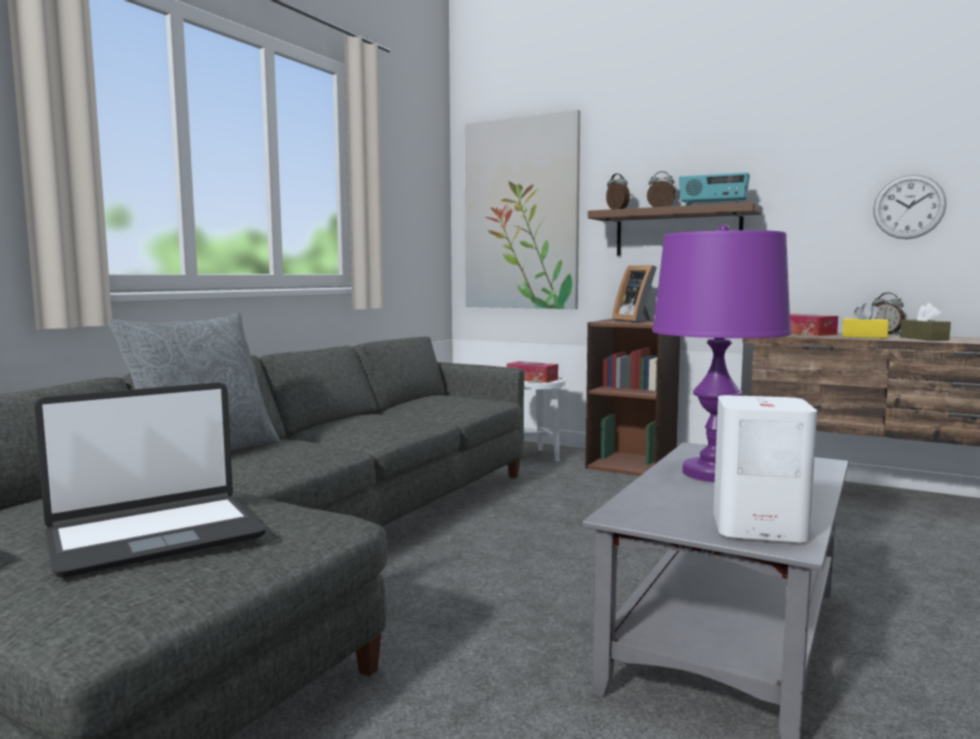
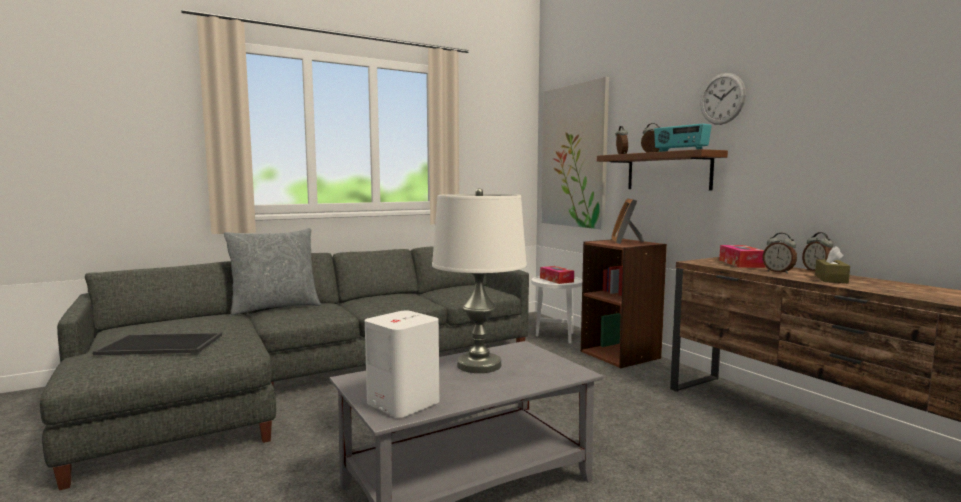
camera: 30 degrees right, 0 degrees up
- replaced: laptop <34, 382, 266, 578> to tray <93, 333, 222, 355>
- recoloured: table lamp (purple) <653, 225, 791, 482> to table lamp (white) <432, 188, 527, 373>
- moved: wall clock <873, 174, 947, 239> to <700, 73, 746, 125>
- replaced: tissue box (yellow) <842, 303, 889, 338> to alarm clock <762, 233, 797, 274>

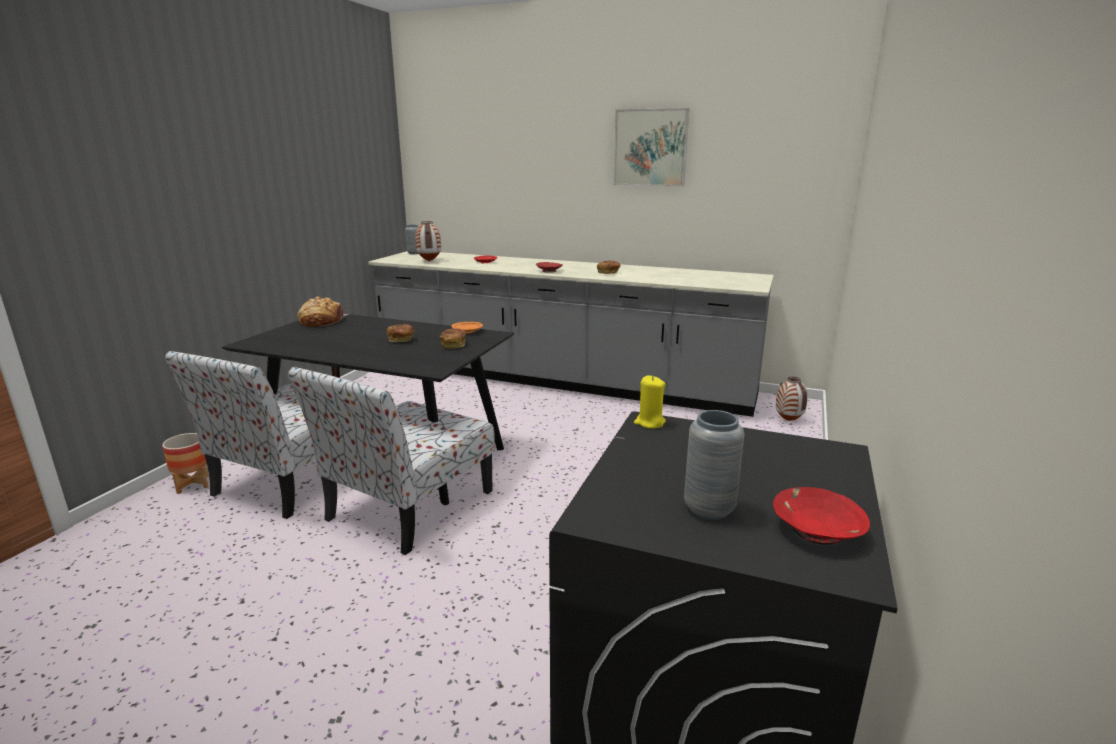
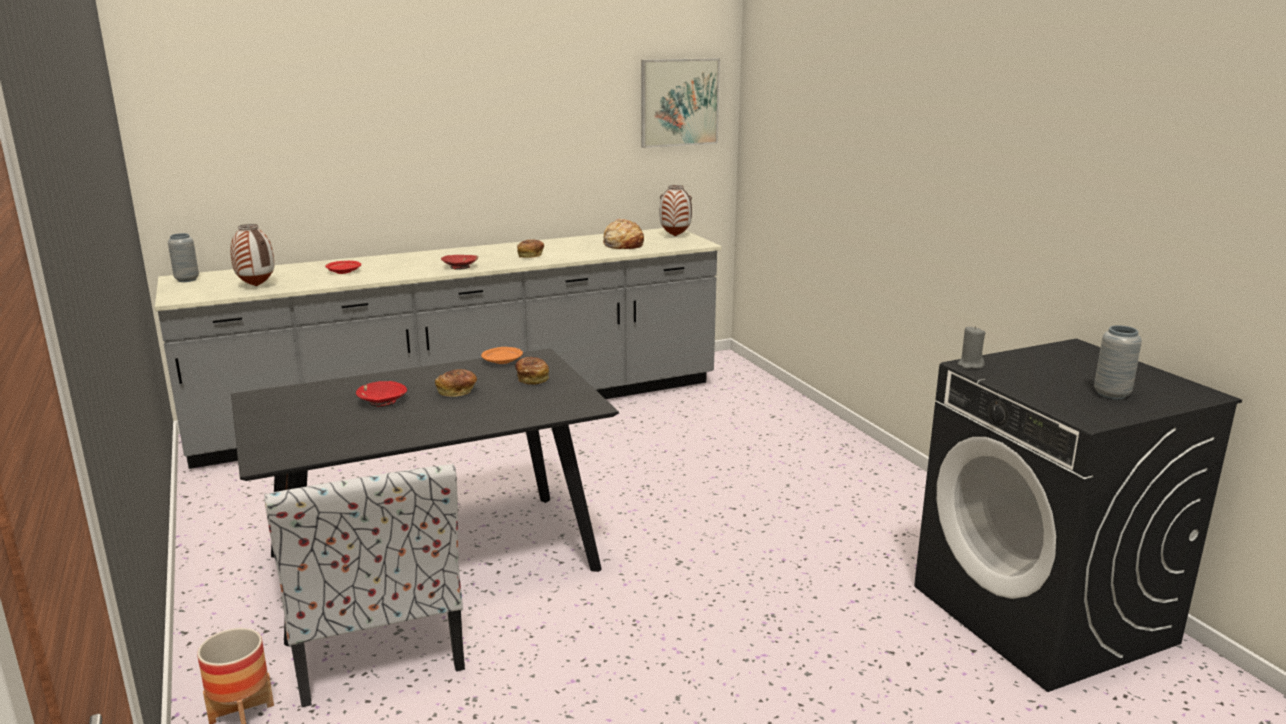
camera: 45 degrees left, 0 degrees up
- moved: bowl (red) <773, 487, 870, 545> to <356, 381, 407, 407>
- moved: bread <298, 297, 348, 327> to <603, 219, 644, 249>
- moved: picture <613, 108, 689, 187> to <641, 58, 720, 148>
- moved: vase <776, 377, 808, 421> to <660, 185, 692, 236>
- recoloured: candle (yellow) <634, 375, 666, 428> to candle (grey) <958, 326, 985, 369>
- removed: chair <288, 367, 495, 555>

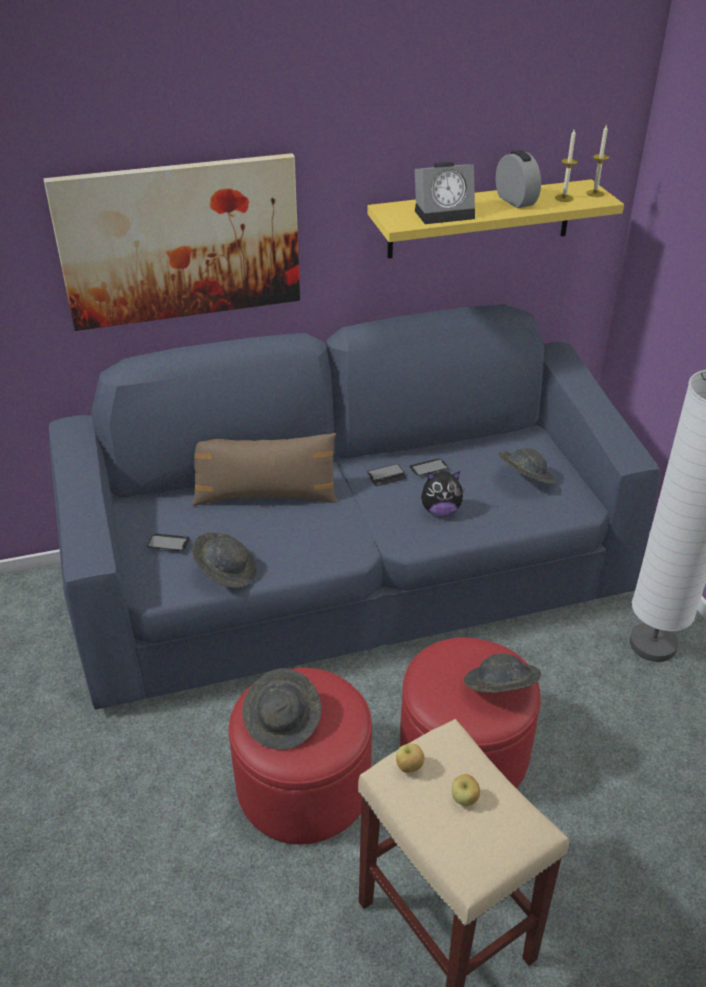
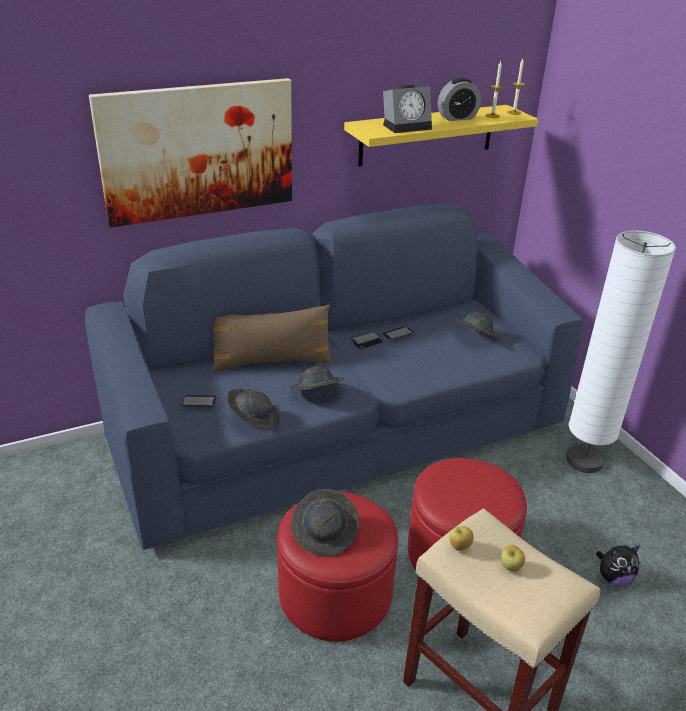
camera: 10 degrees left, 5 degrees down
- moved: hat (grey) <464, 653, 541, 692> to <289, 366, 344, 391>
- turned: alarm clock <496, 150, 541, 208> = <438, 78, 481, 121> 105 degrees clockwise
- moved: plush toy <421, 471, 464, 516> to <596, 545, 640, 585>

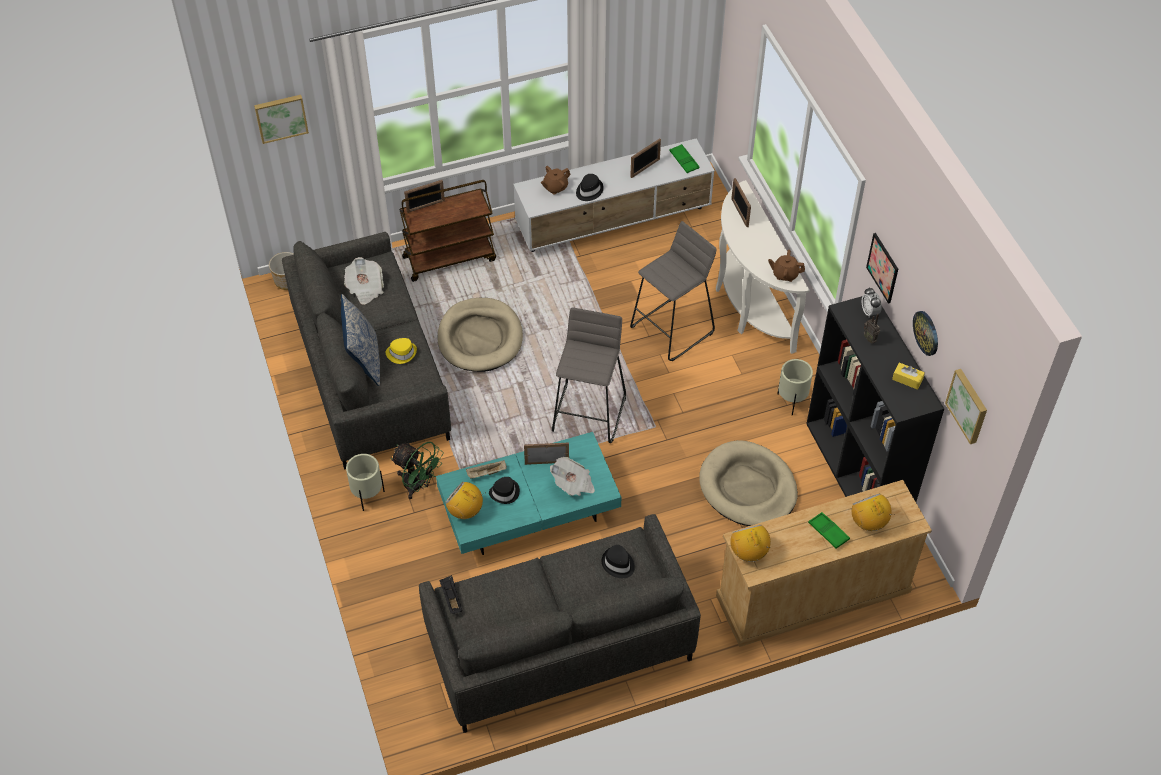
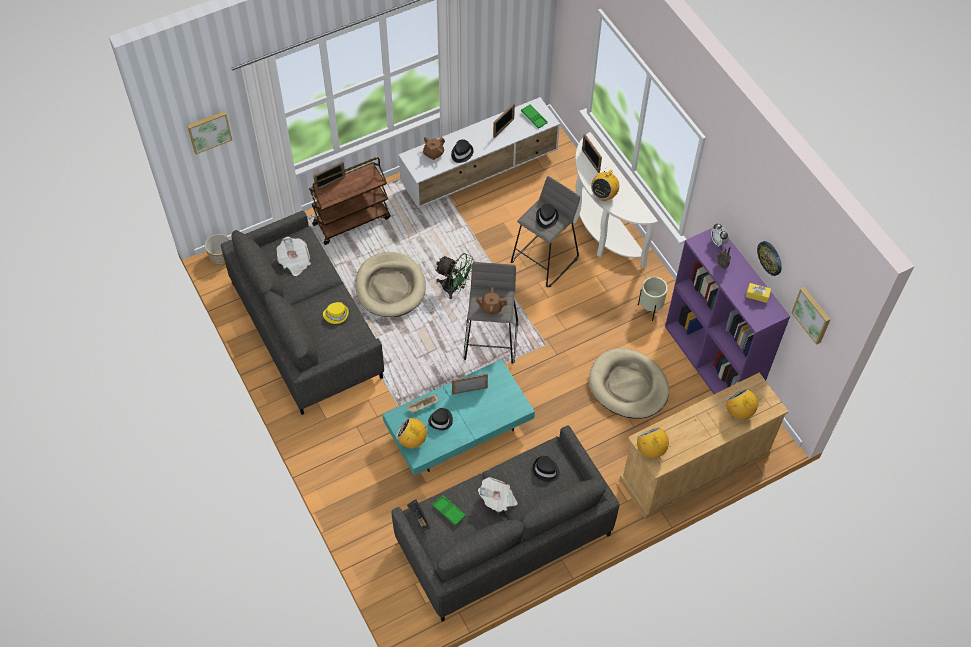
camera: 10 degrees left, 5 degrees up
- moved: tray (green) <808, 512, 850, 549> to <432, 495, 466, 526>
- moved: fan (green) <390, 442, 444, 499> to <435, 253, 474, 299>
- moved: teapot (brown) <768, 250, 805, 282> to <476, 287, 507, 314>
- moved: newspaper <550, 457, 595, 496> to <478, 477, 518, 512>
- added: hat (black) <536, 204, 559, 229>
- added: radio <591, 169, 619, 201>
- recoloured: bookcase (black) <806, 296, 944, 502> to bookcase (purple) <665, 227, 790, 394>
- removed: pillow <341, 294, 380, 386>
- removed: planter (beige) <346, 454, 385, 511>
- removed: picture <866, 233, 898, 304>

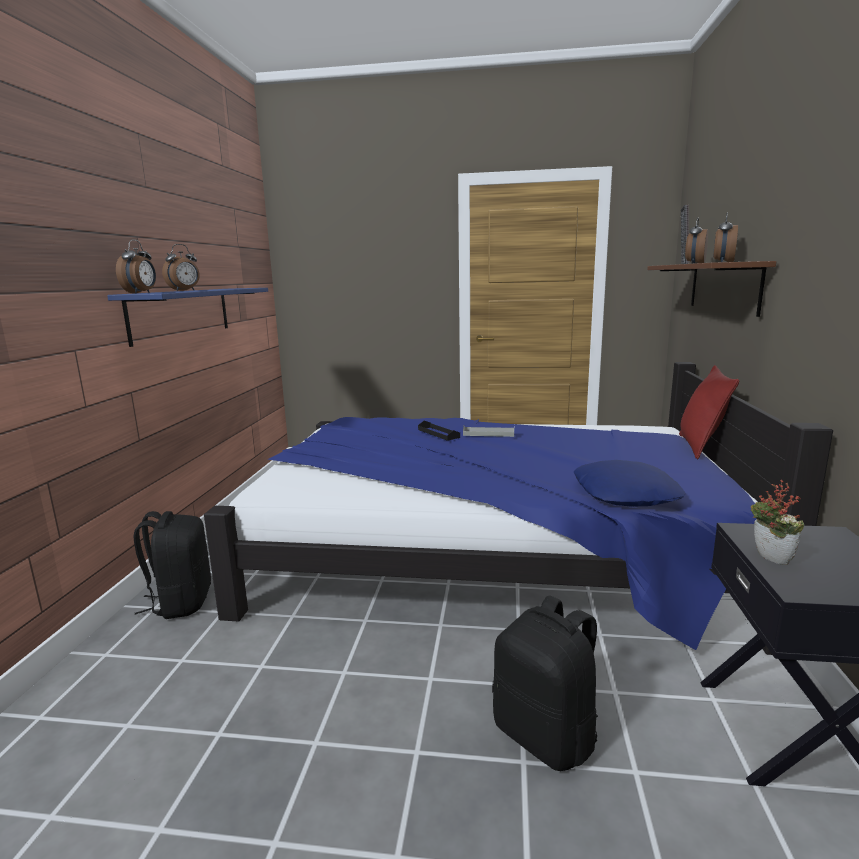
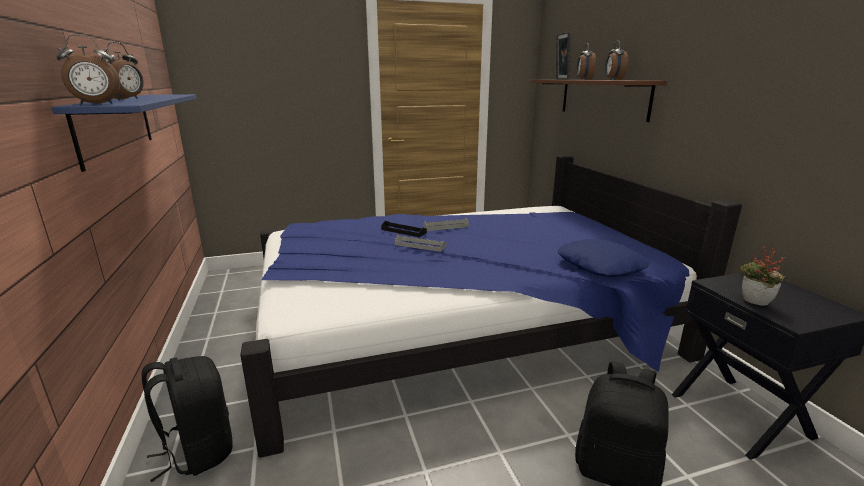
camera: 25 degrees left, 5 degrees up
- turned: alarm clock <116, 240, 156, 294> = <57, 34, 120, 105> 75 degrees clockwise
- added: tray (grey) <395, 235, 446, 252>
- removed: pillow (red) <679, 365, 739, 459>

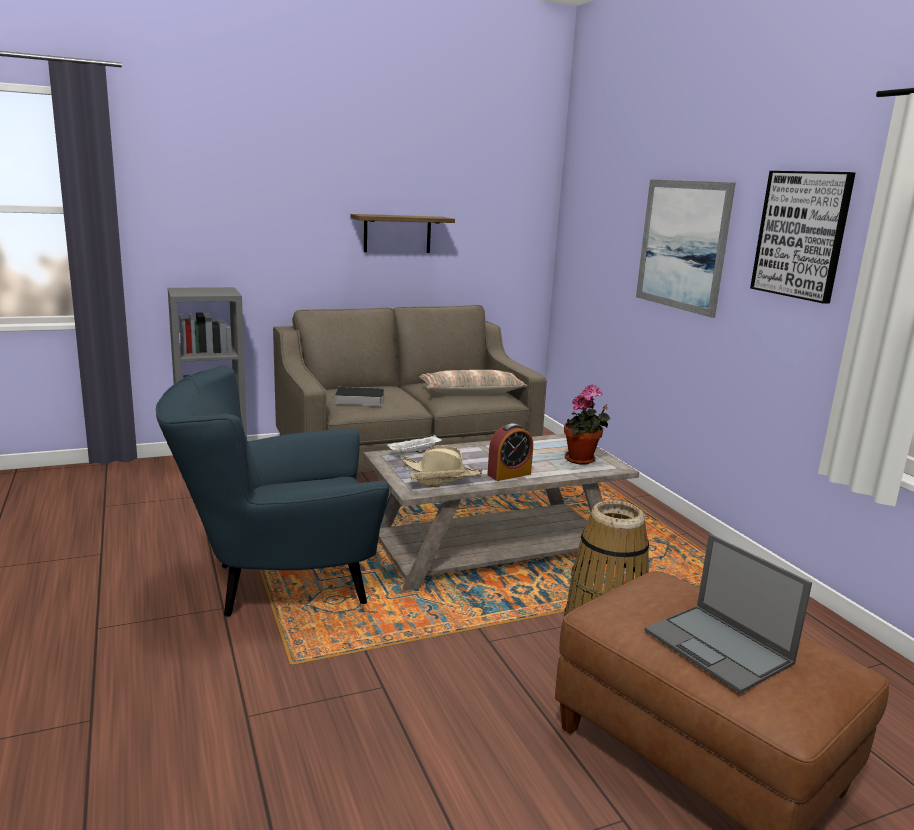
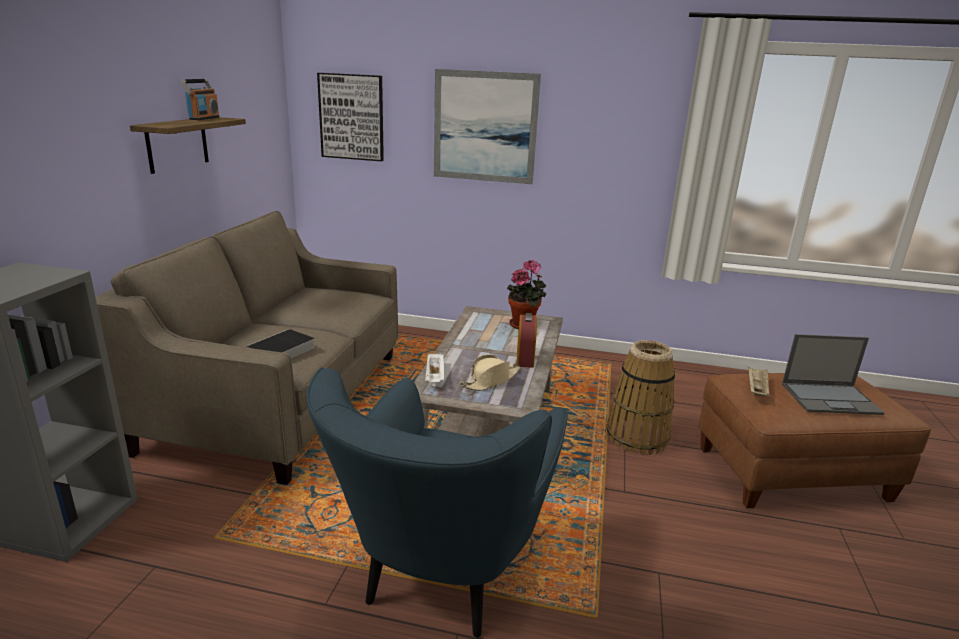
camera: 55 degrees left, 5 degrees up
- added: radio <180, 79, 220, 120>
- moved: picture <750, 171, 855, 304> to <317, 73, 384, 161>
- moved: tray (beige) <409, 467, 474, 487> to <748, 367, 769, 397>
- removed: pillow <419, 370, 527, 394>

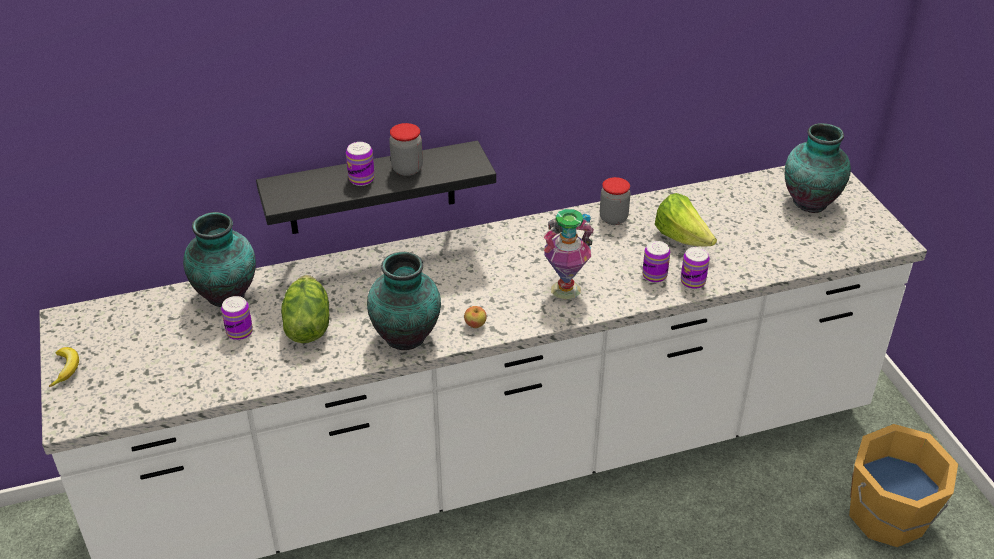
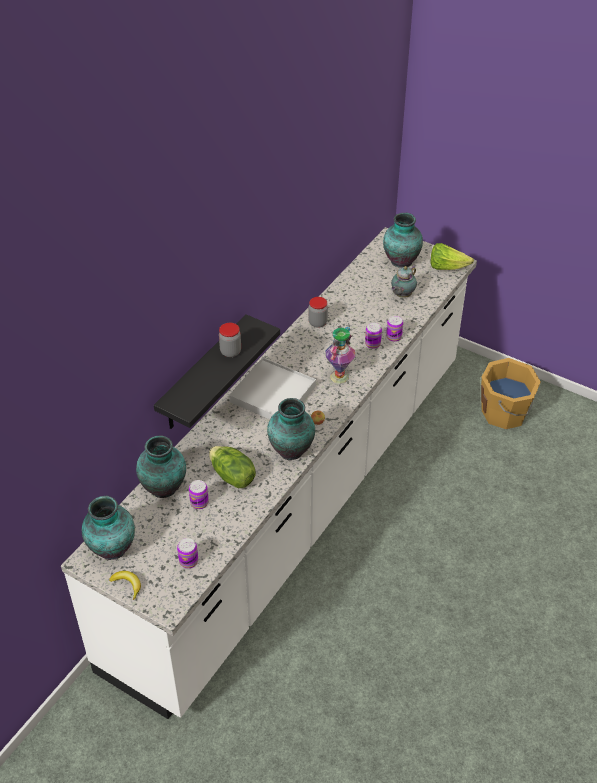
camera: 40 degrees left, 5 degrees up
- added: vase <82, 496, 135, 560>
- moved: can <346, 142, 375, 186> to <177, 538, 198, 568>
- added: tray (white) <229, 358, 316, 419>
- added: teapot <391, 265, 417, 298>
- moved: lettuce <655, 193, 717, 246> to <431, 243, 474, 270>

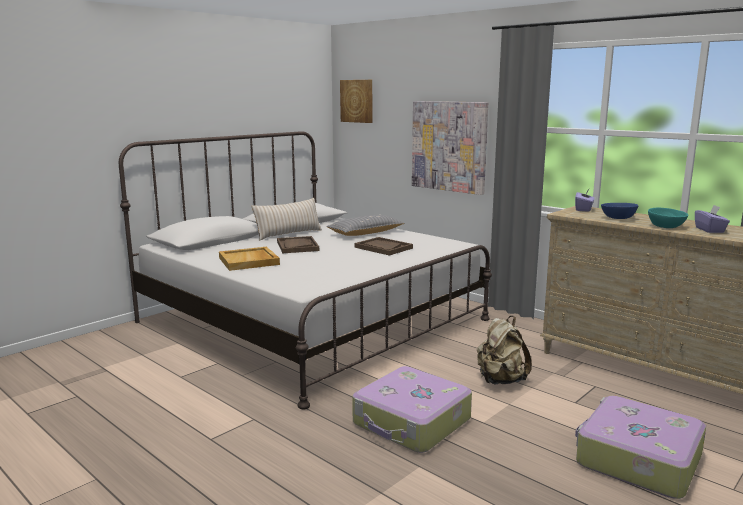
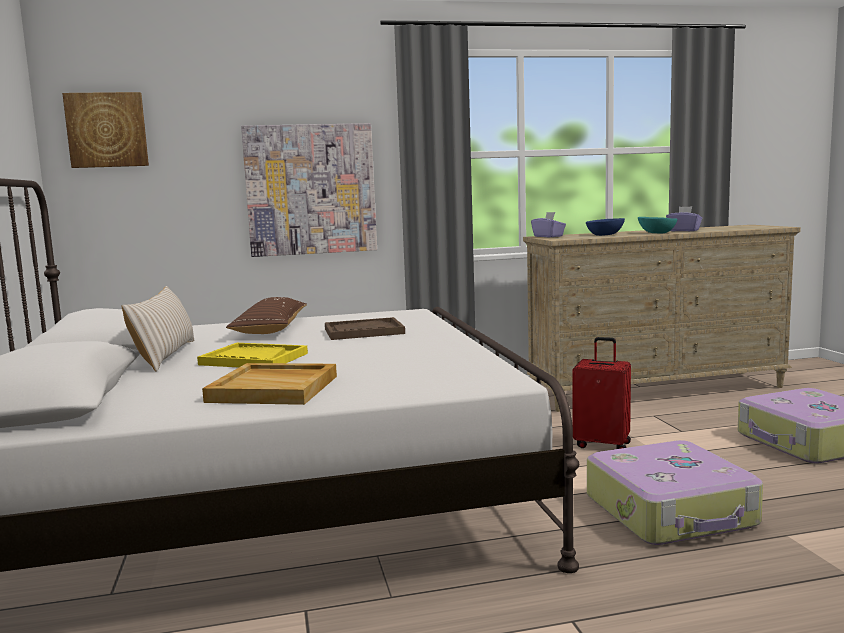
camera: 55 degrees left, 5 degrees down
- recoloured: tray (brown) <277, 236, 319, 253> to tray (yellow) <197, 343, 308, 368>
- recoloured: pillow (grey) <326, 215, 405, 236> to pillow (brown) <226, 297, 307, 334>
- replaced: backpack (beige) <477, 316, 532, 385> to suitcase (red) <572, 337, 631, 449>

